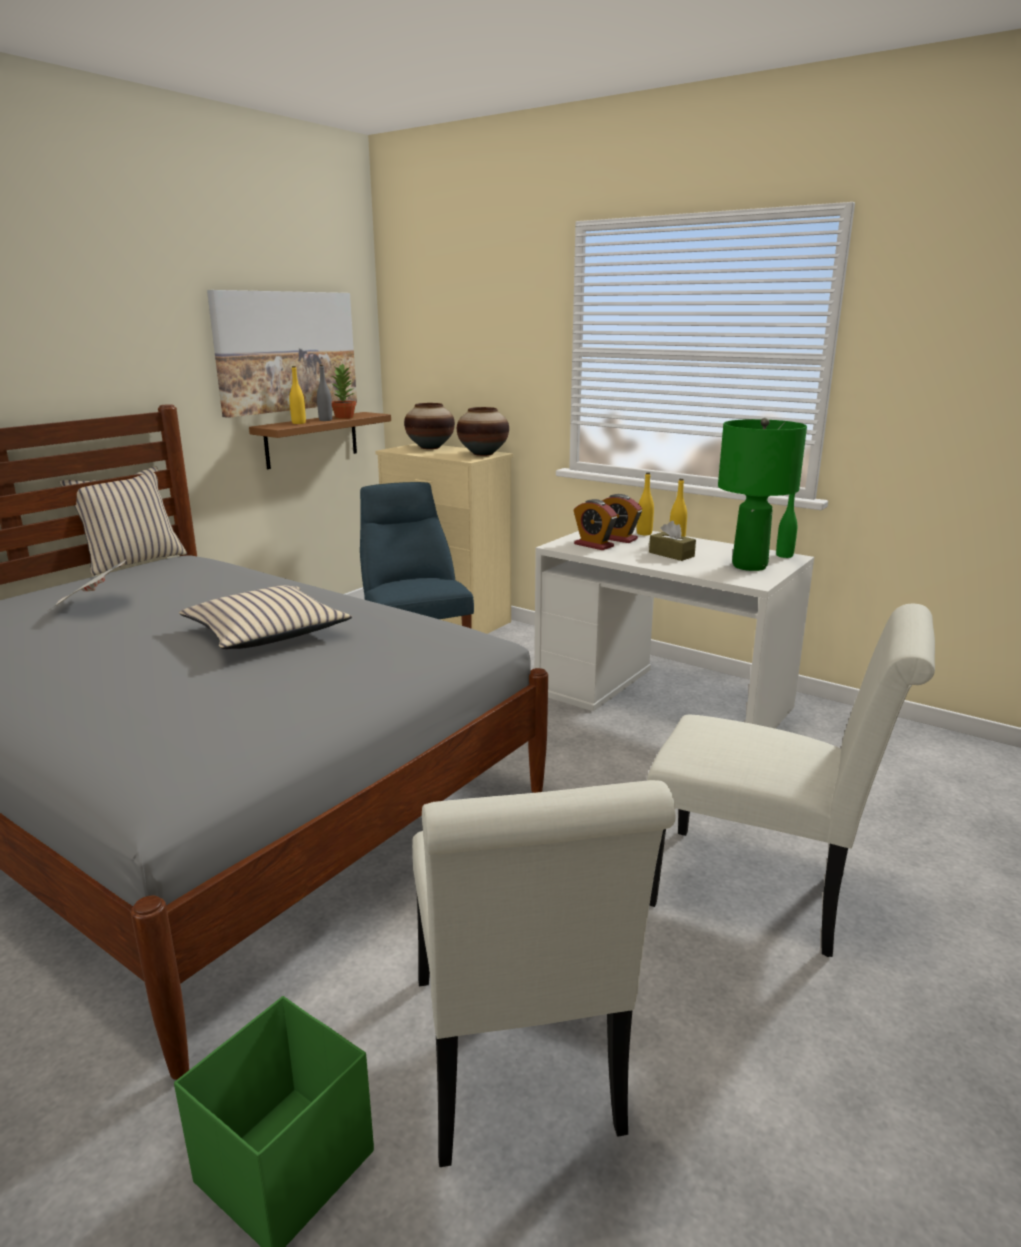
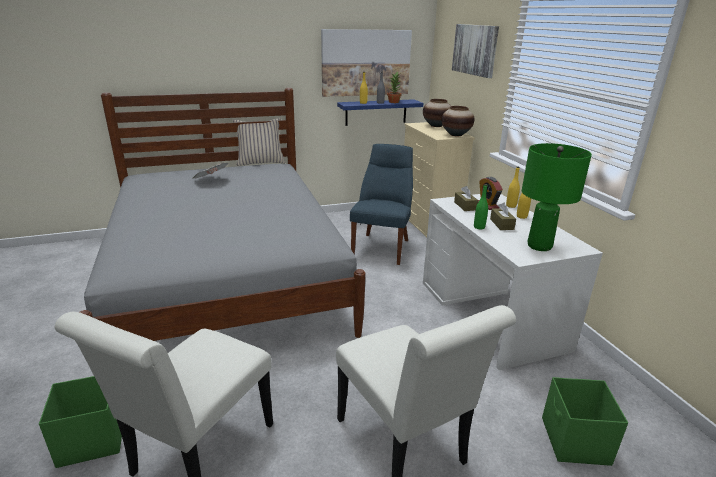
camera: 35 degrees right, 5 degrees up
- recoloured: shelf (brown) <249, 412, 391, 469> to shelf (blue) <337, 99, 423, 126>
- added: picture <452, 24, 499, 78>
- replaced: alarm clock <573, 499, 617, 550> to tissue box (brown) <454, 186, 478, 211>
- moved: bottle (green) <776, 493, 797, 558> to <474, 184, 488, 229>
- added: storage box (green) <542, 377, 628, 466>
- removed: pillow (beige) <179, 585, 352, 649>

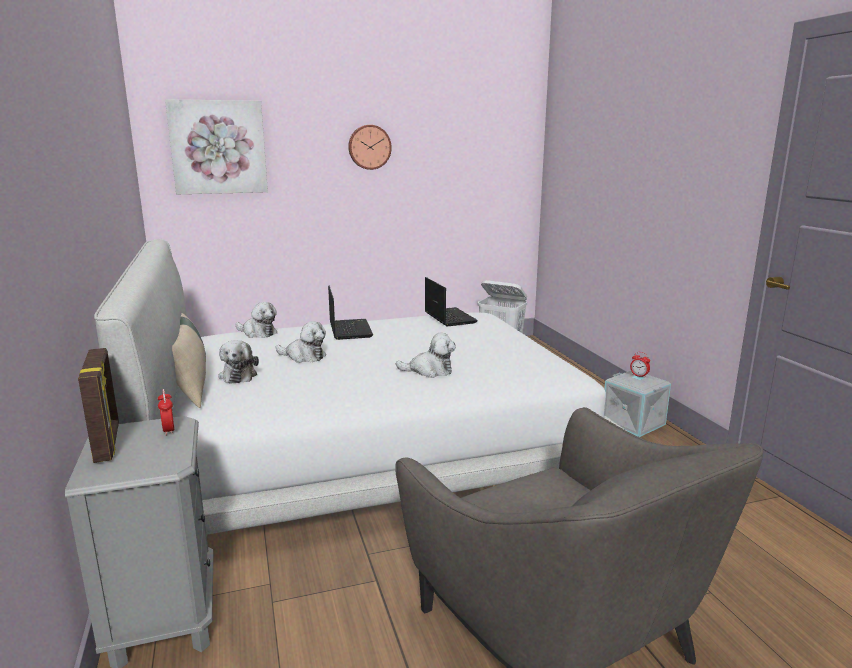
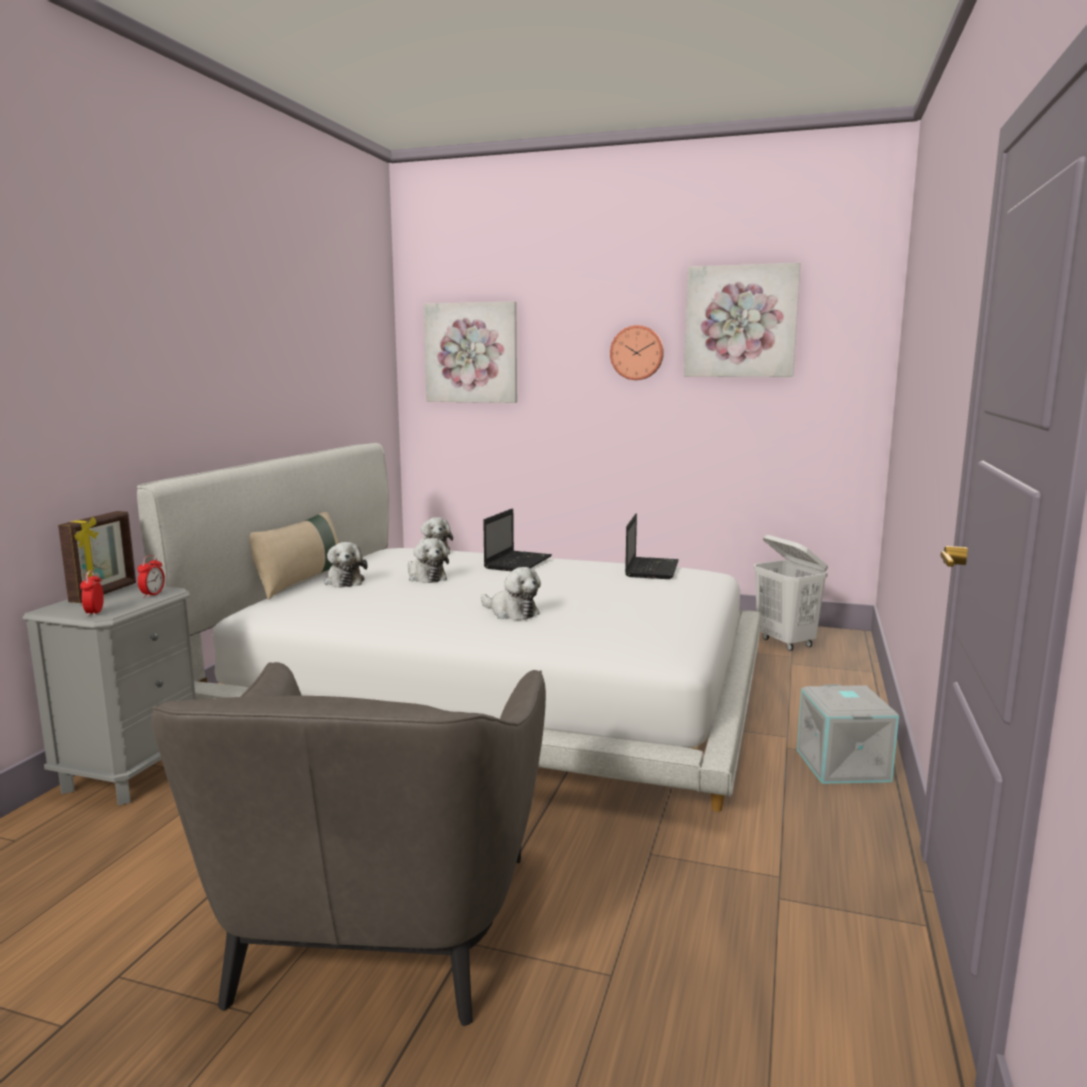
camera: 35 degrees right, 5 degrees down
- moved: alarm clock <630, 352, 650, 377> to <80, 570, 104, 617>
- turned: plush toy <218, 340, 259, 384> = <324, 542, 368, 588> 45 degrees counterclockwise
- added: picture <684, 263, 800, 377>

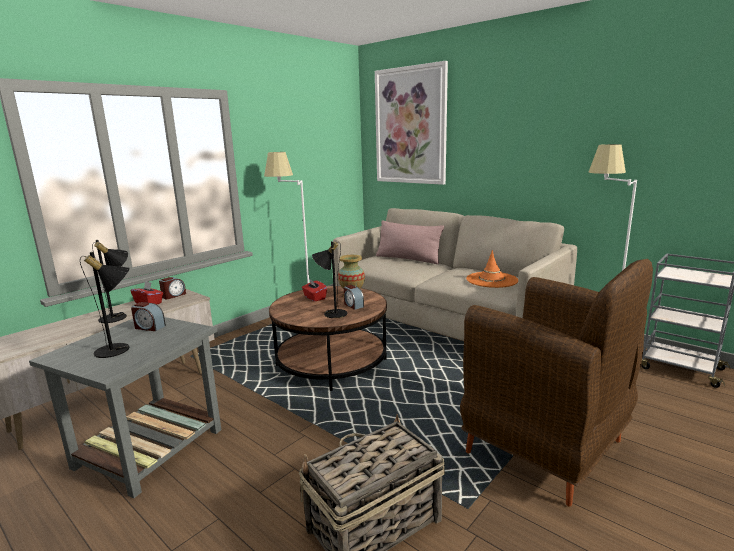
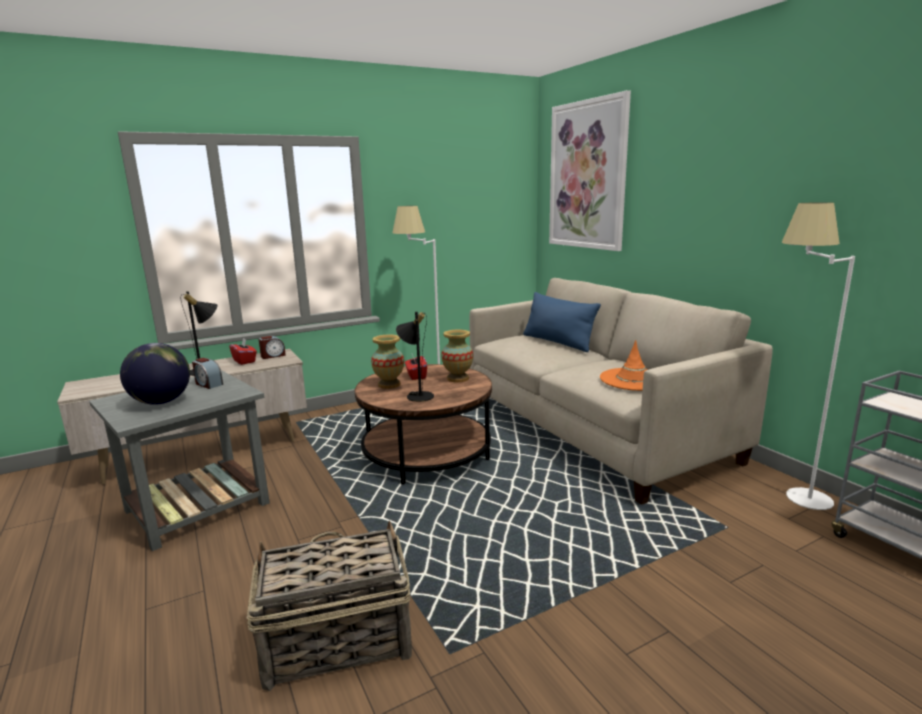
camera: 20 degrees right, 0 degrees up
- replaced: table lamp (black) <80, 252, 130, 358> to globe <120, 343, 190, 405>
- added: vase <371, 335, 404, 389>
- recoloured: pillow (pink) <376, 220, 444, 264> to pillow (blue) <523, 292, 601, 352>
- removed: alarm clock <344, 285, 364, 310>
- removed: armchair (brown) <460, 259, 653, 507>

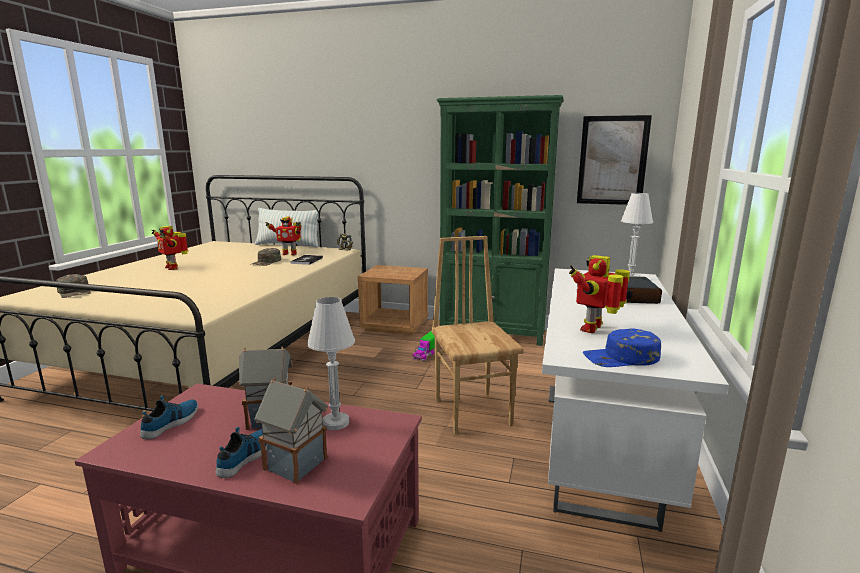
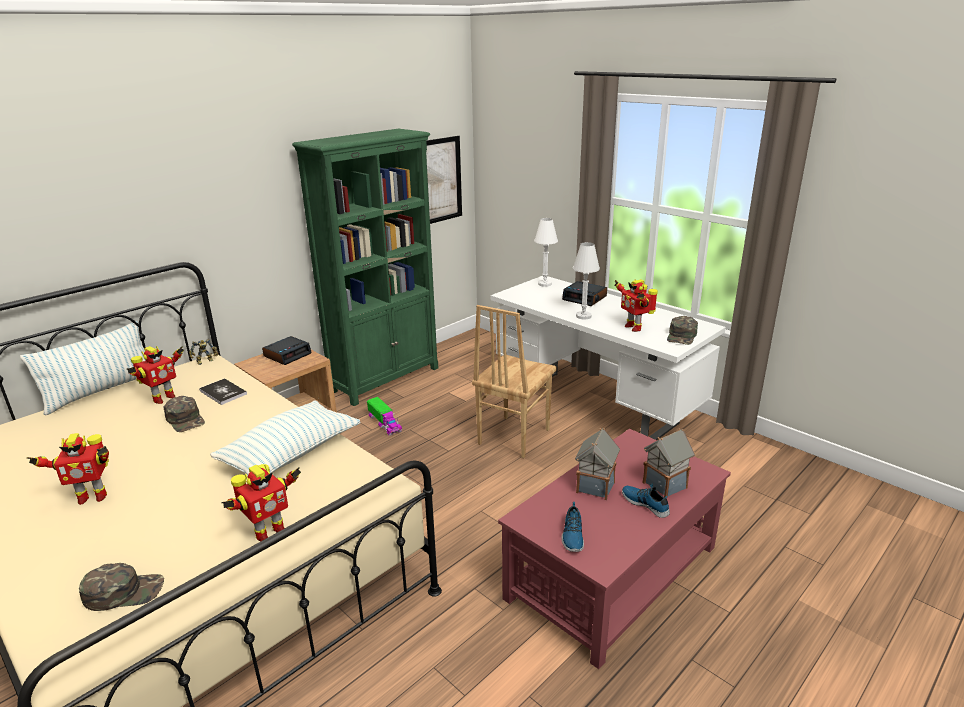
camera: 60 degrees left, 10 degrees up
- added: pillow <210, 400, 360, 476>
- added: toy robot <222, 464, 301, 542>
- added: alarm clock <262, 336, 312, 365>
- turned: chair (brown) <431, 236, 524, 434> = <472, 305, 557, 458> 75 degrees counterclockwise
- turned: shoe <140, 395, 198, 439> = <561, 502, 584, 552> 135 degrees counterclockwise
- moved: table lamp (white) <307, 297, 355, 430> to <573, 242, 600, 319>
- recoloured: cap (blue) <583, 328, 661, 367> to cap (green) <667, 316, 698, 345>

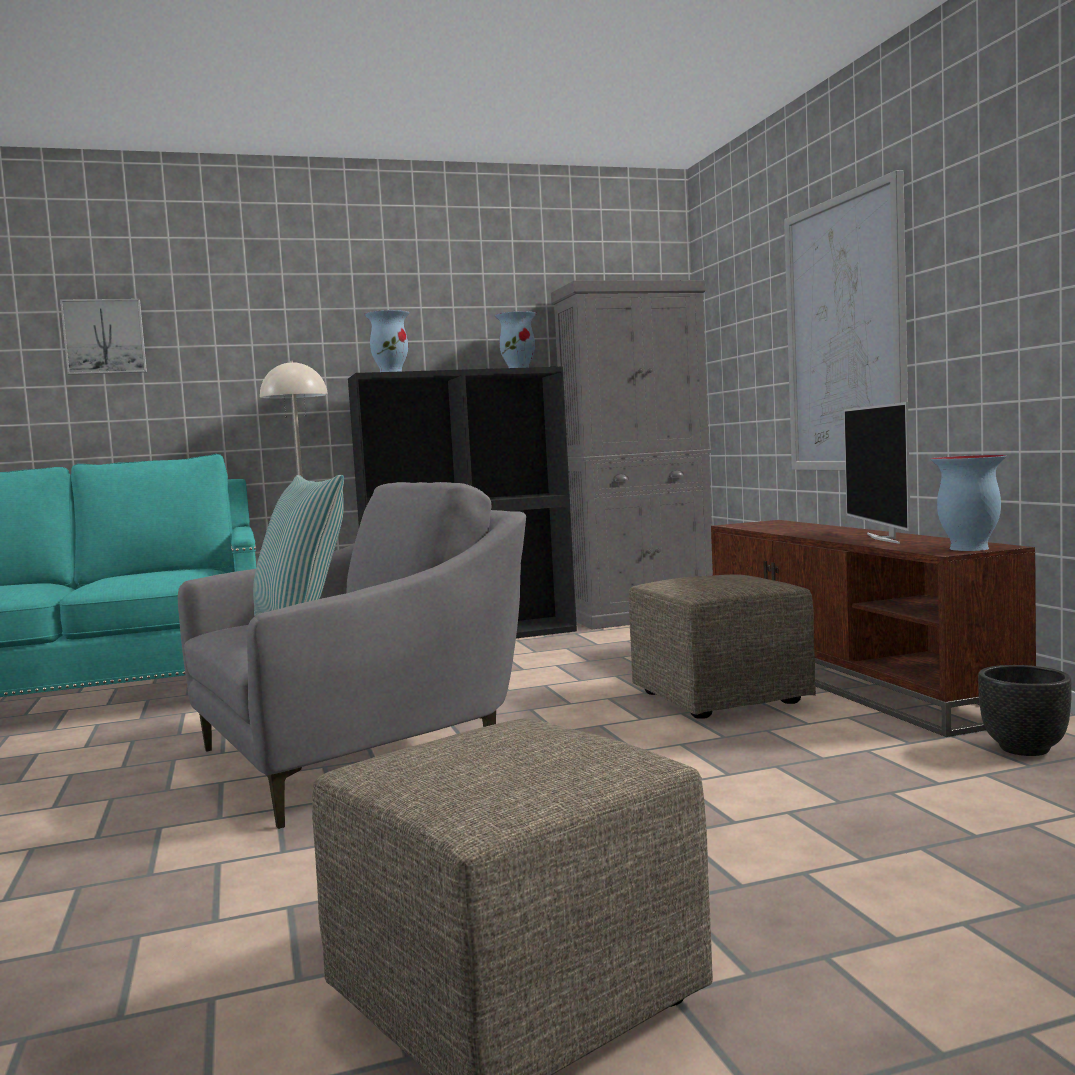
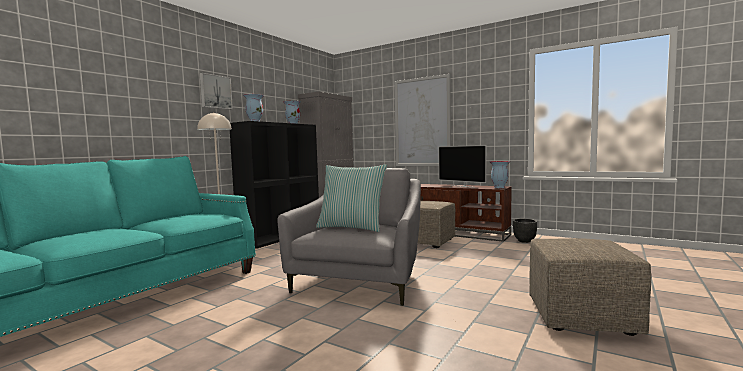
camera: 40 degrees left, 0 degrees up
- moved: picture <60, 299, 147, 375> to <200, 73, 233, 110>

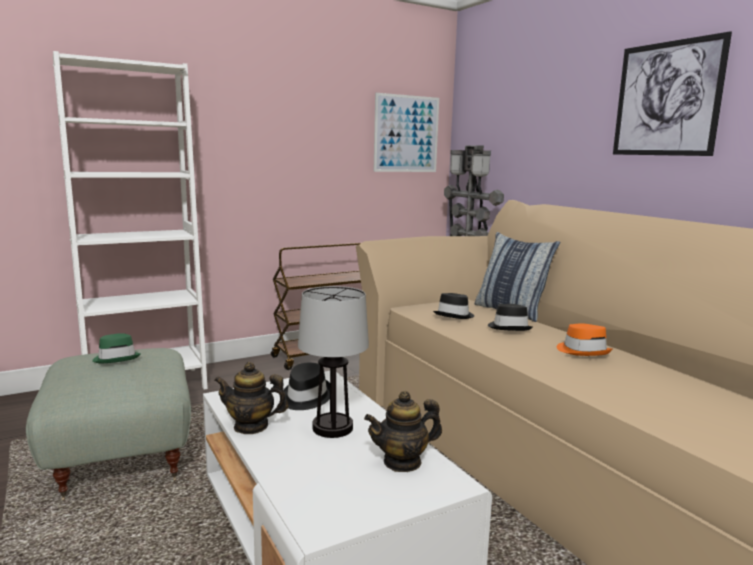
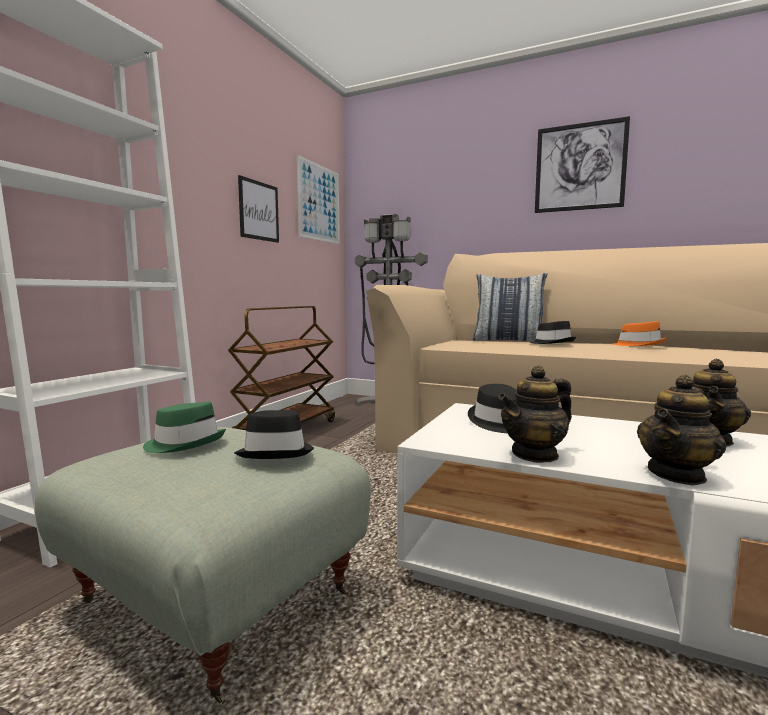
camera: 35 degrees left, 5 degrees down
- moved: hat (black) <433, 293, 474, 319> to <234, 410, 314, 459>
- added: picture <238, 175, 279, 243>
- added: teapot <637, 375, 726, 486>
- removed: table lamp <298, 286, 369, 438>

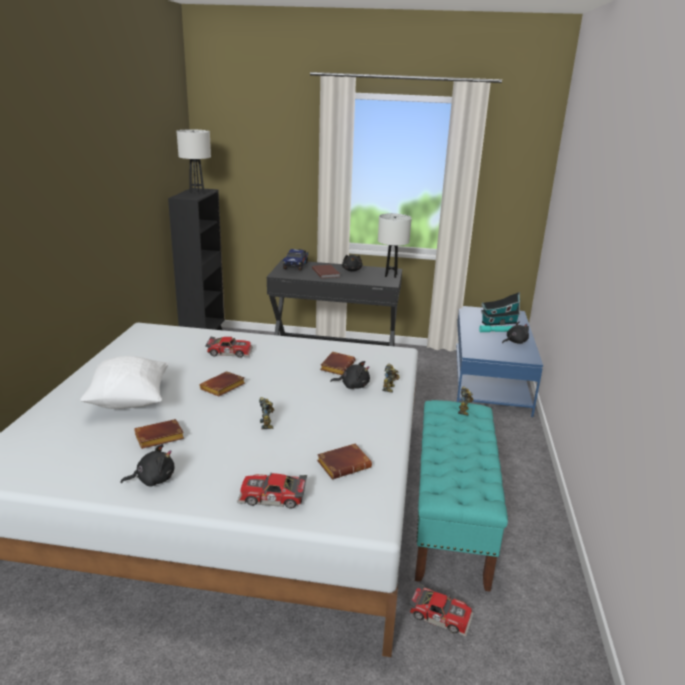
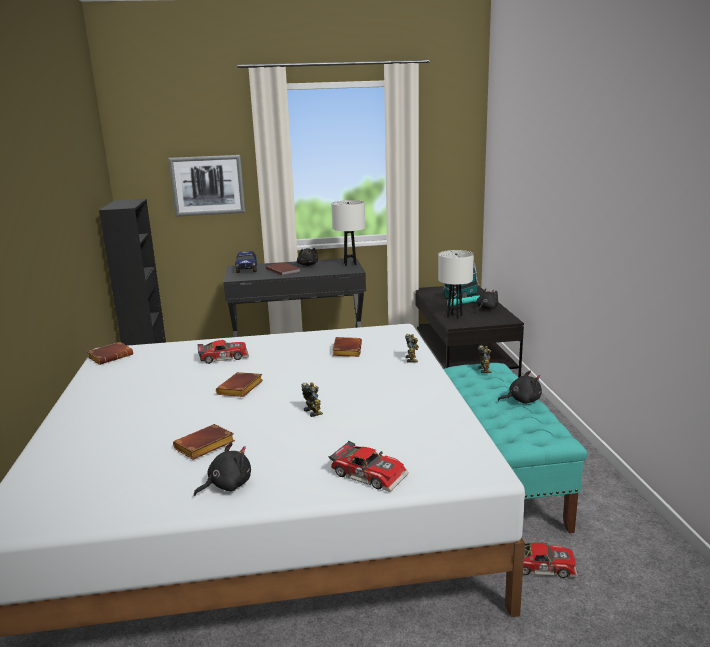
camera: 15 degrees left, 5 degrees down
- moved: book (brown) <317, 444, 372, 479> to <87, 342, 133, 365>
- added: picture <168, 155, 245, 217>
- turned: toy car <237, 473, 307, 509> = <328, 441, 409, 492> 135 degrees counterclockwise
- recoloured: coffee table (blue) <456, 306, 543, 417> to coffee table (black) <415, 286, 524, 377>
- moved: table lamp (white) <176, 129, 211, 194> to <438, 250, 474, 319>
- moved: plush toy (black) <330, 361, 370, 389> to <498, 371, 542, 404>
- removed: pillow (white) <80, 356, 169, 409>

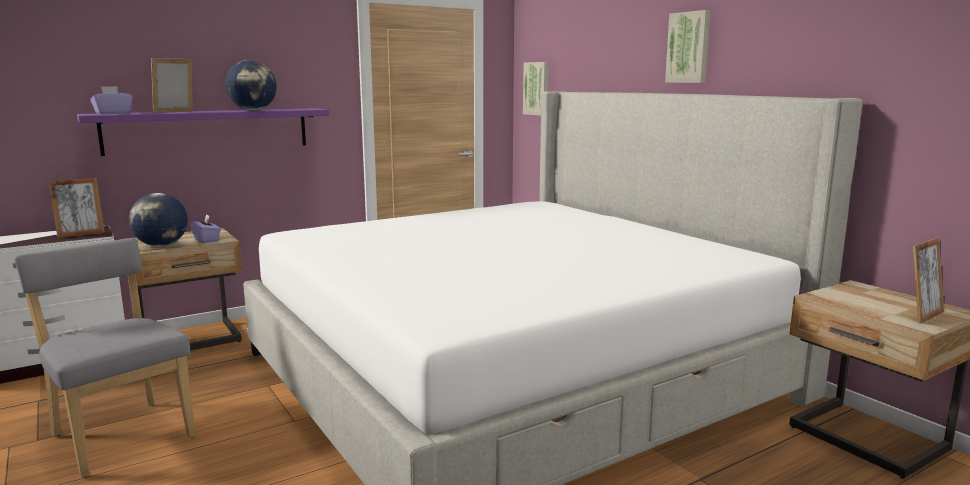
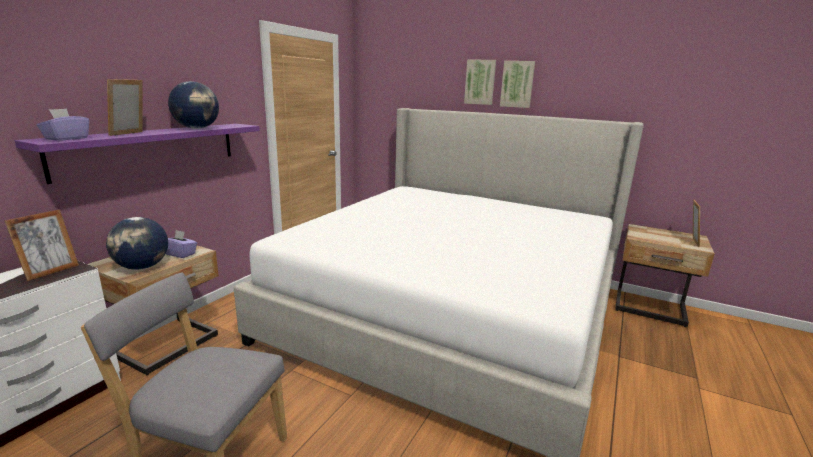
camera: 30 degrees left, 5 degrees up
- moved: picture <523, 62, 549, 116> to <464, 60, 496, 105>

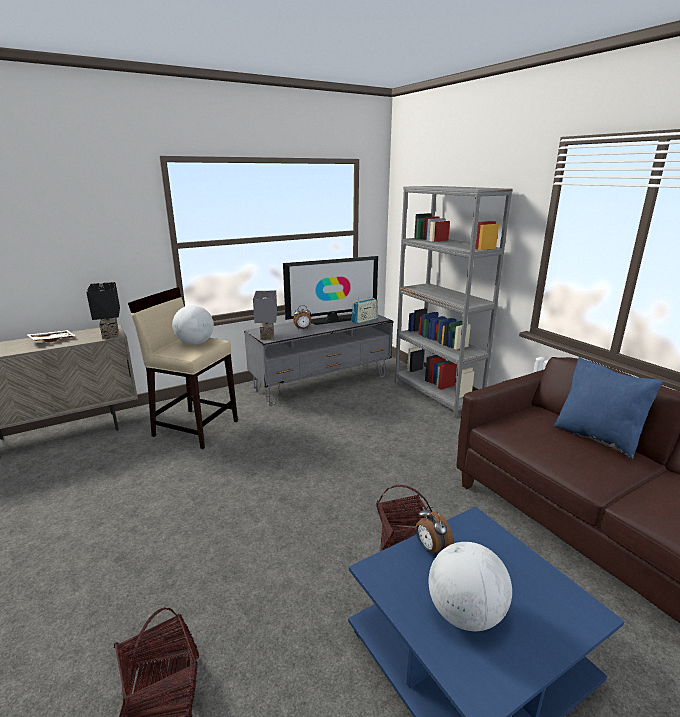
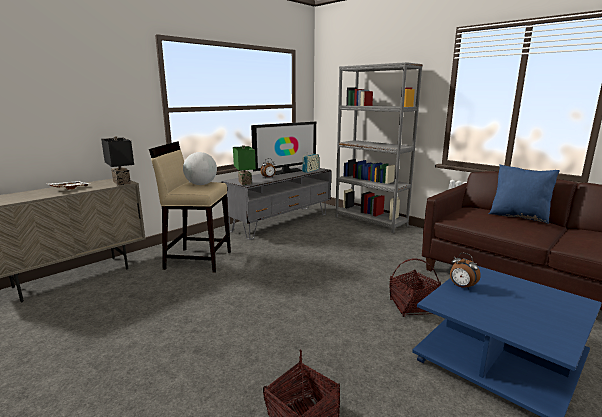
camera: 15 degrees left, 5 degrees down
- recoloured: table lamp (grey) <253, 290, 277, 340> to table lamp (green) <233, 145, 256, 185>
- removed: globe <428, 542, 512, 631>

